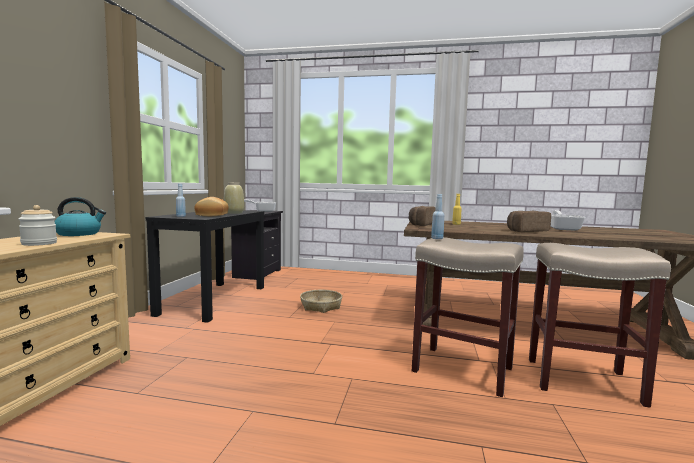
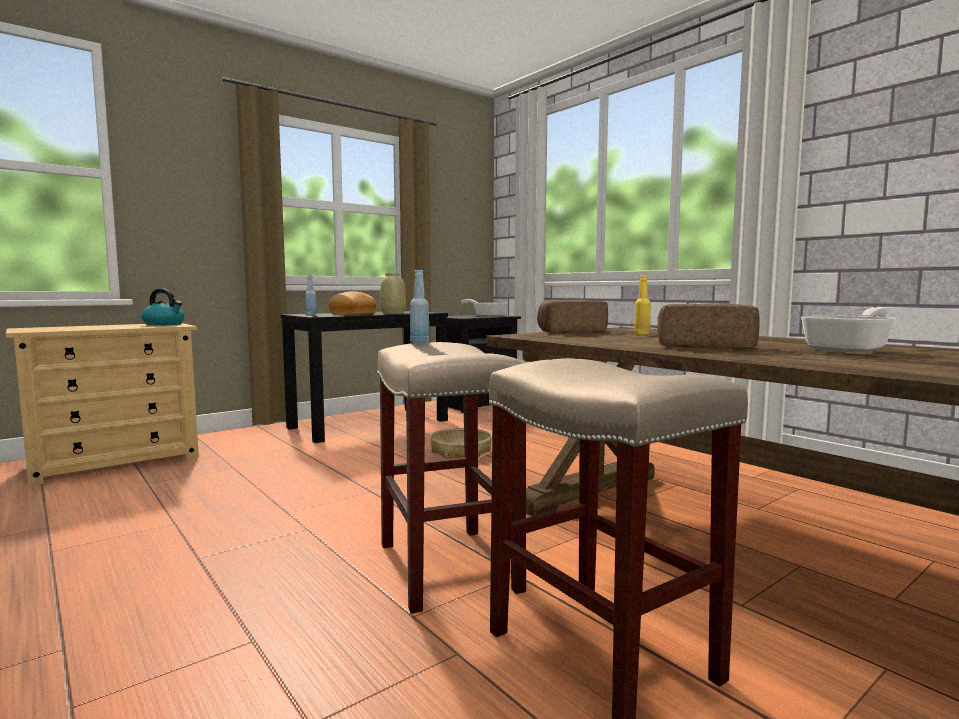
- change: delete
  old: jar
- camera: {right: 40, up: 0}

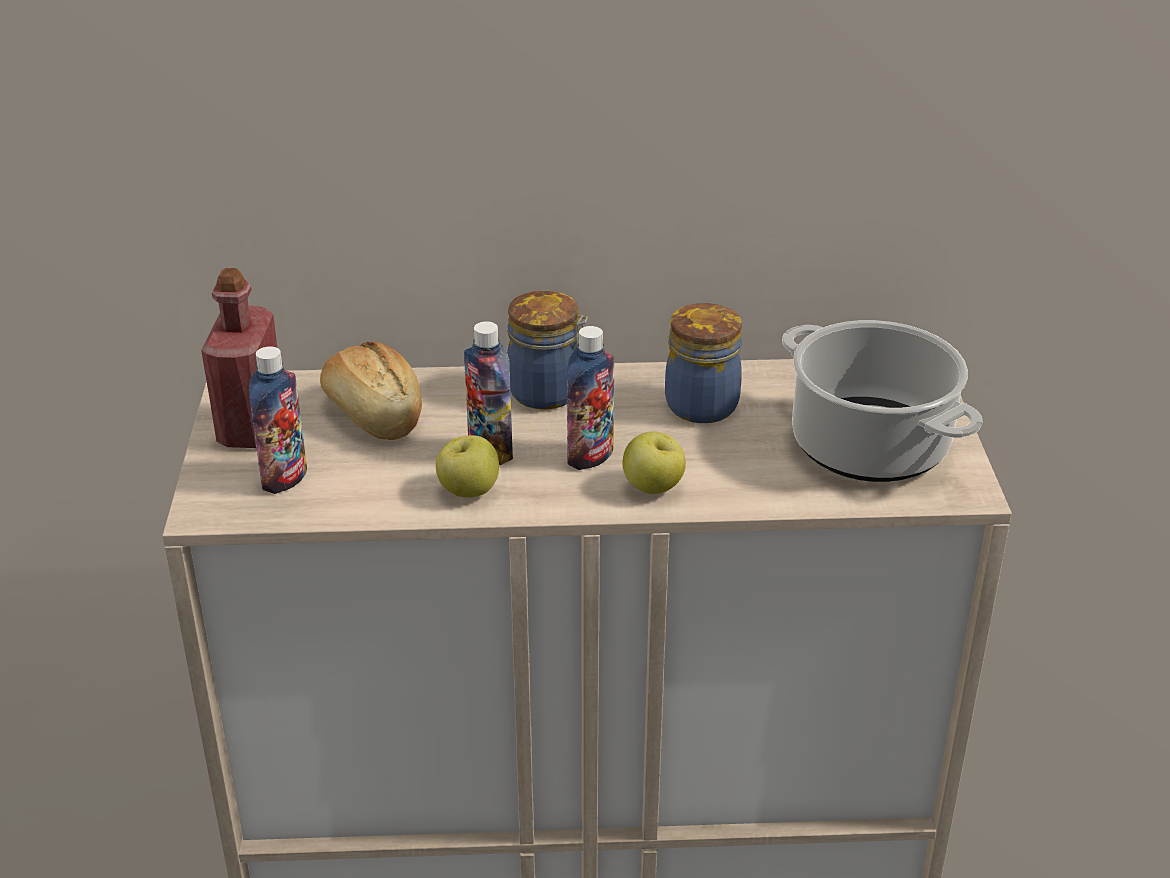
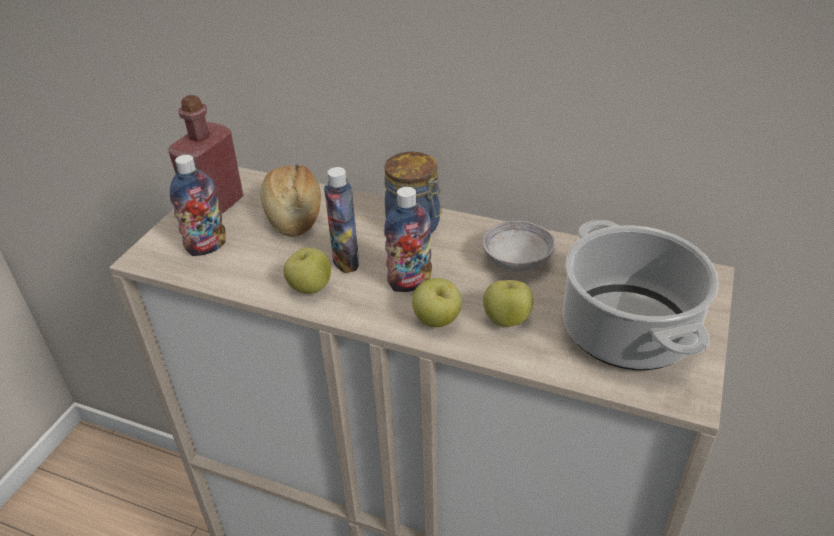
- change: replace
  old: jar (2nd from left)
  new: grey bowl
- change: insert
  new: apple (3rd from left)
- camera: {right: 25, up: 5}

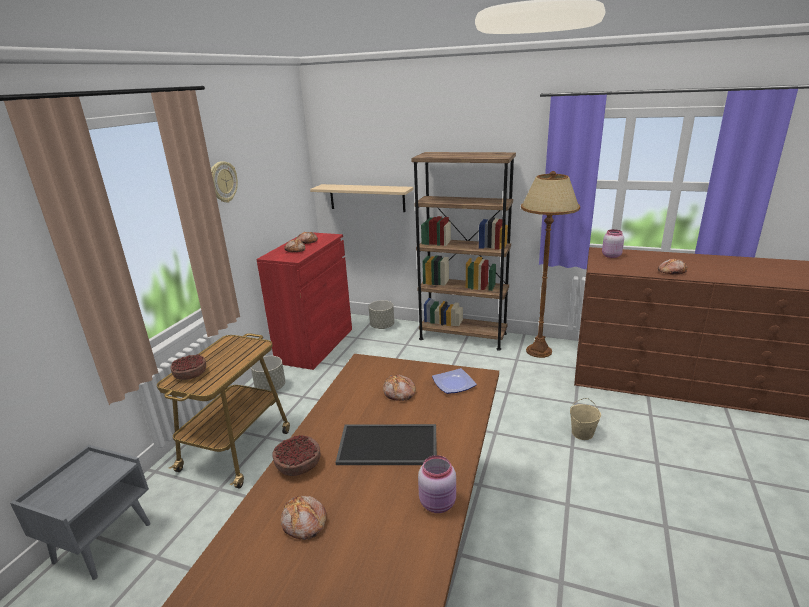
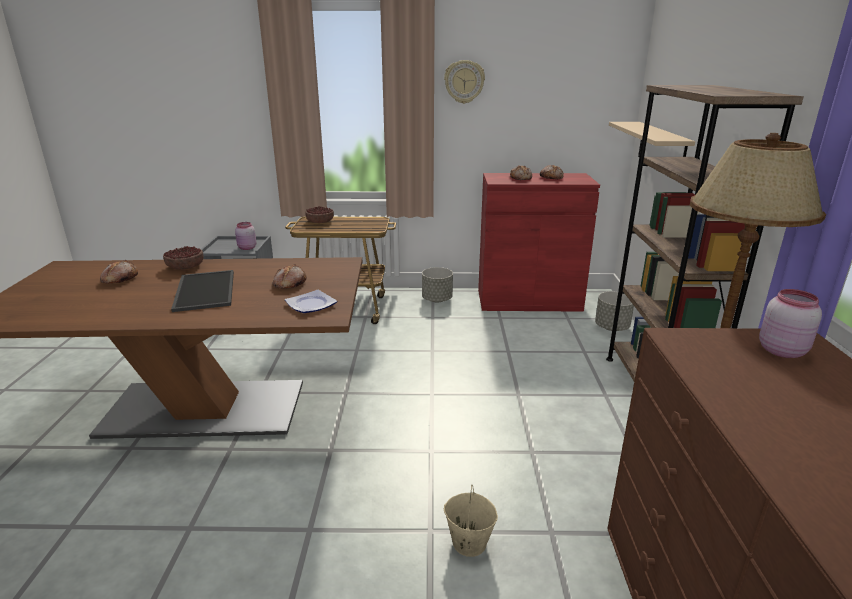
- change: move
  old: pink jar (1st from left)
- change: delete
  old: bread (5th from left)
- camera: {right: 70, up: 0}

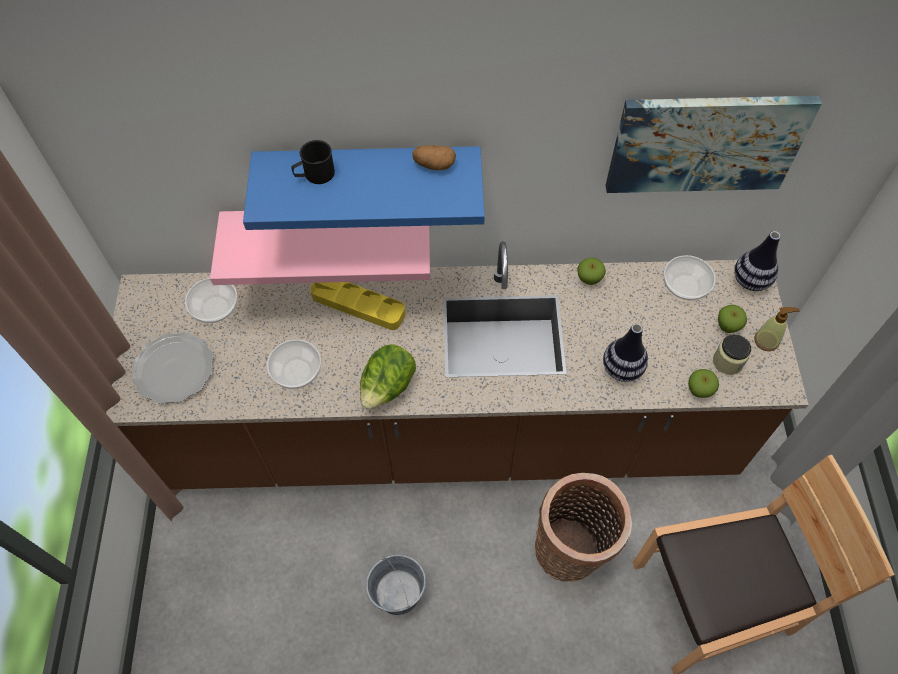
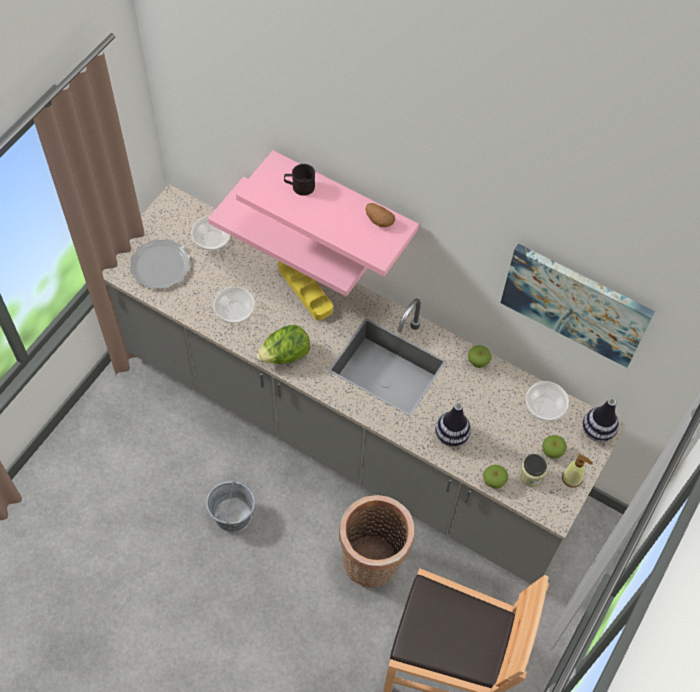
- change: recolor
  old: brown counter
  new: grey counter
- change: recolor
  old: blue shelf
  new: pink shelf (2nd from left)
- camera: {right: 30, up: 0}

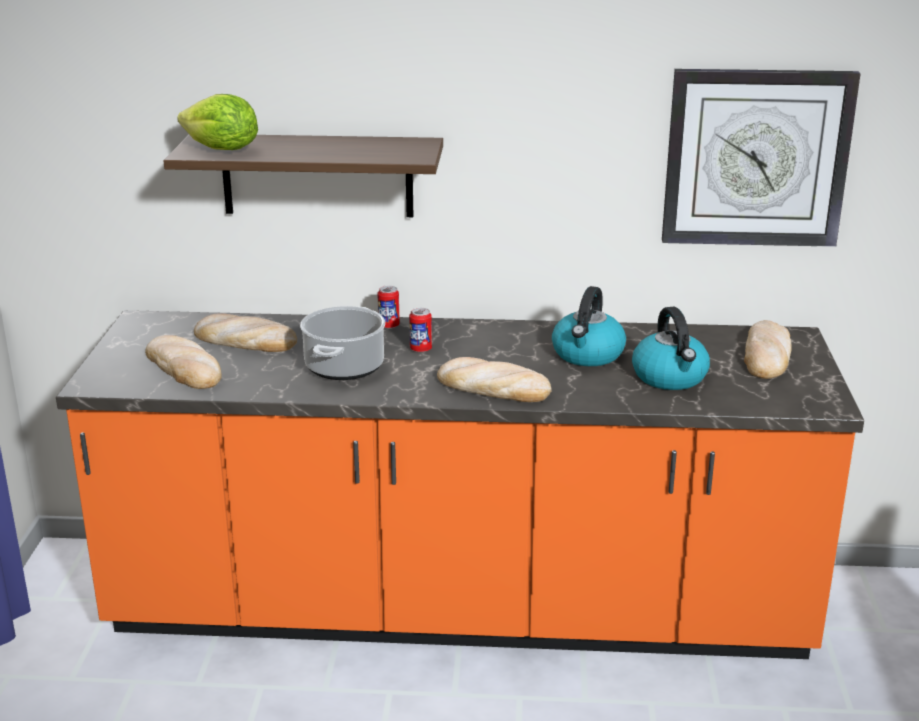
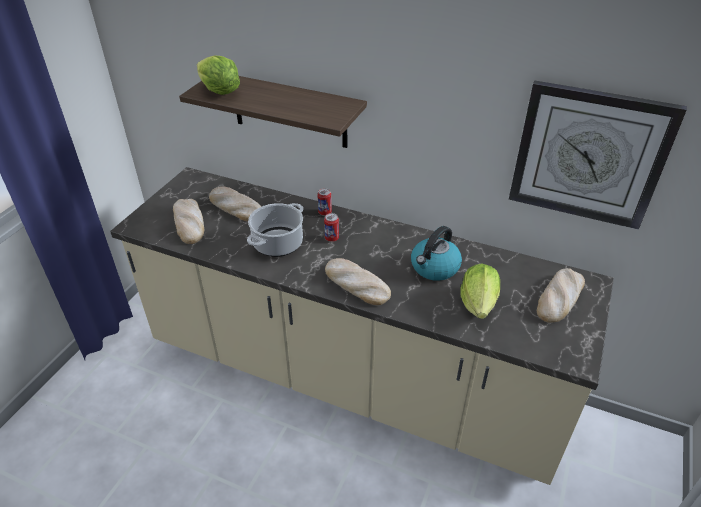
- change: recolor
  old: orange counter
  new: beige counter
- change: replace
  old: kettle (2nd from left)
  new: lettuce (2nd from left)
- camera: {right: 20, up: 15}

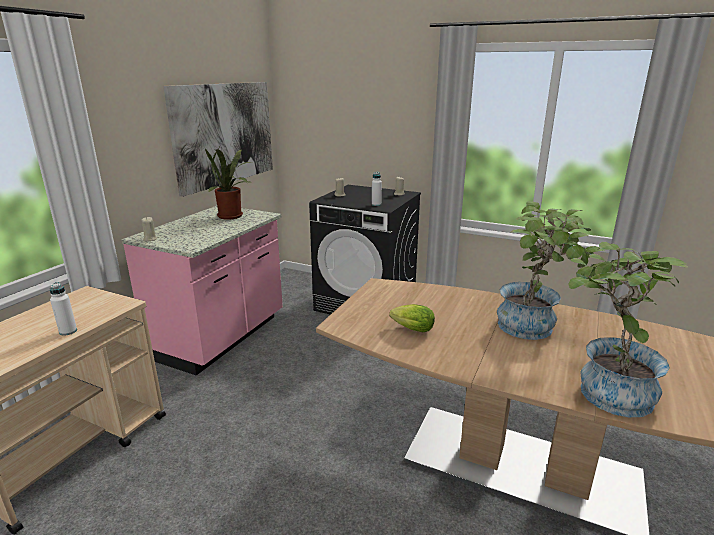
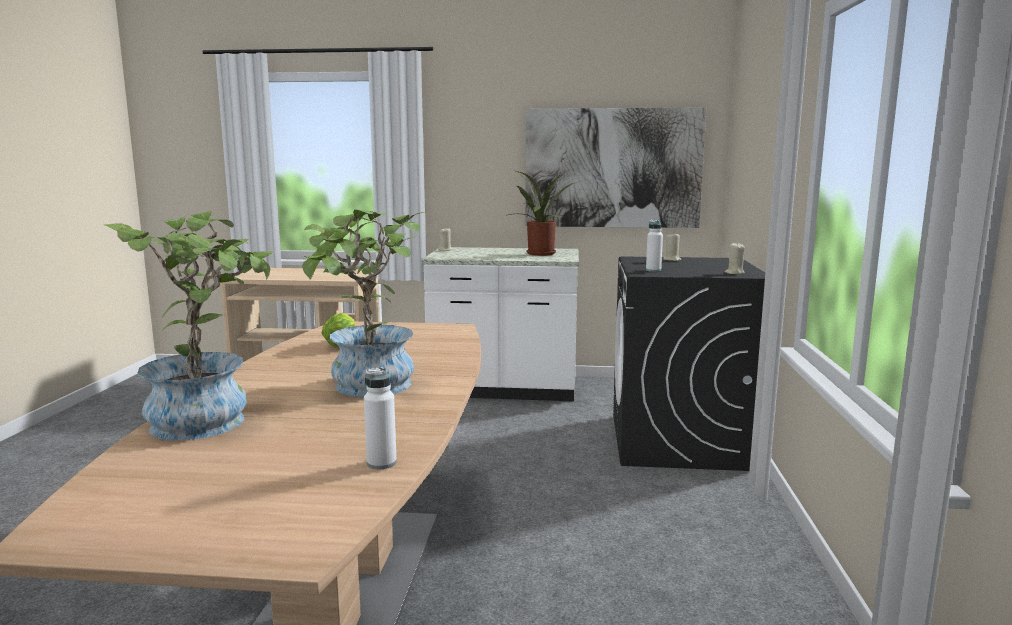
- change: move
  old: white bottle (1st from left)
- change: recolor
  old: pink counter
  new: white counter
- camera: {right: 70, up: -10}

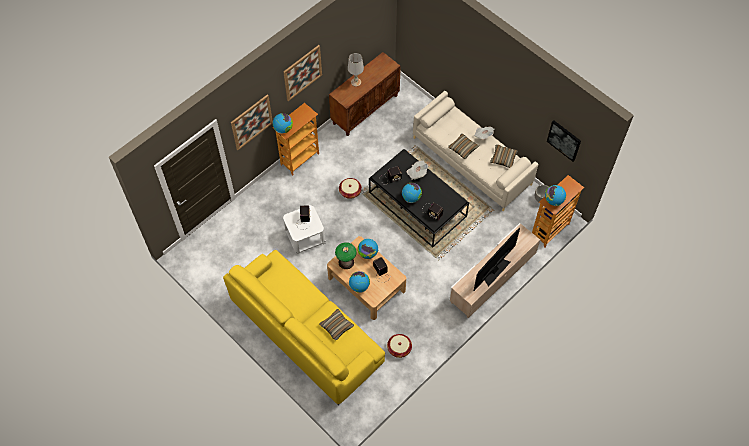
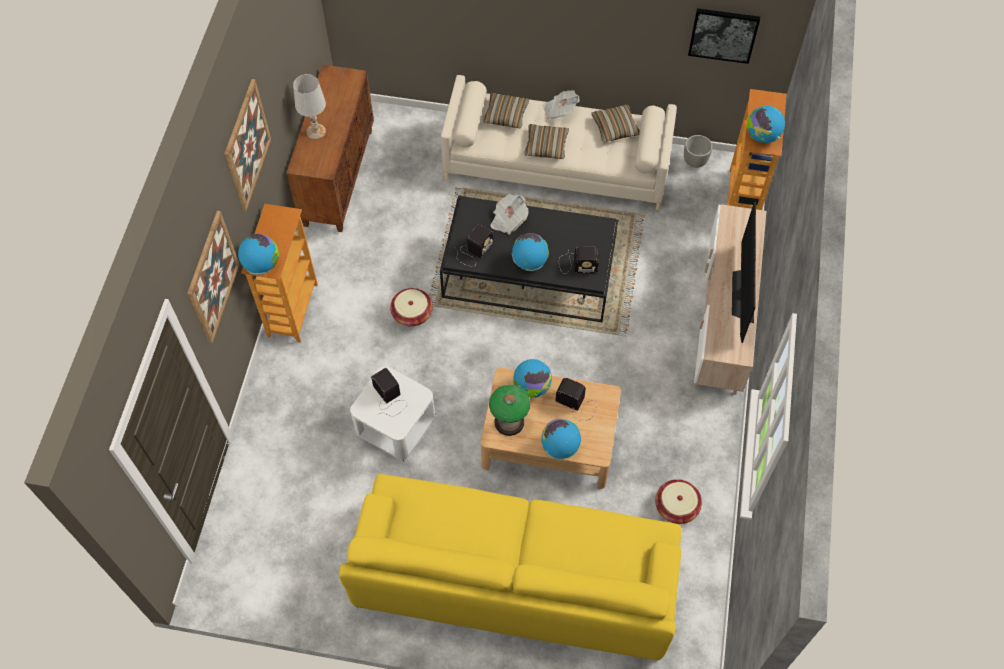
- change: move
  old: pillow (1st from left)
- camera: {right: -35, up: 0}

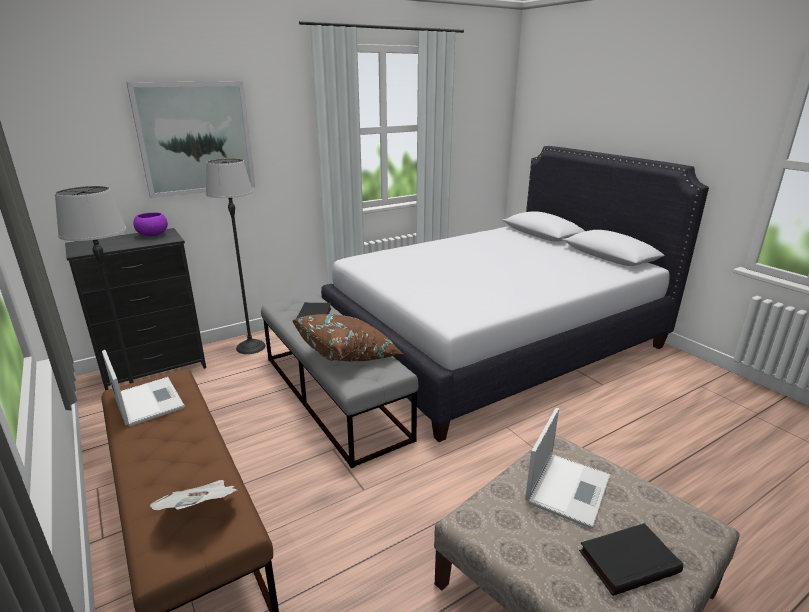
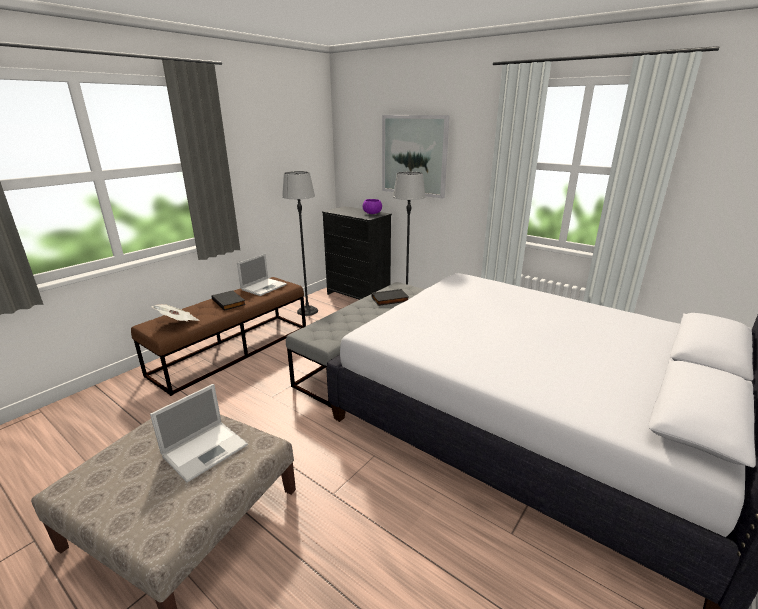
- change: rotate
  old: laptop (2nd from left in the first image)
  degrees: -60
- change: move
  old: black book (2nd from left in the first image)
  new: black book (1st from left)
- change: delete
  old: brown pillow
- camera: {right: 70, up: 0}

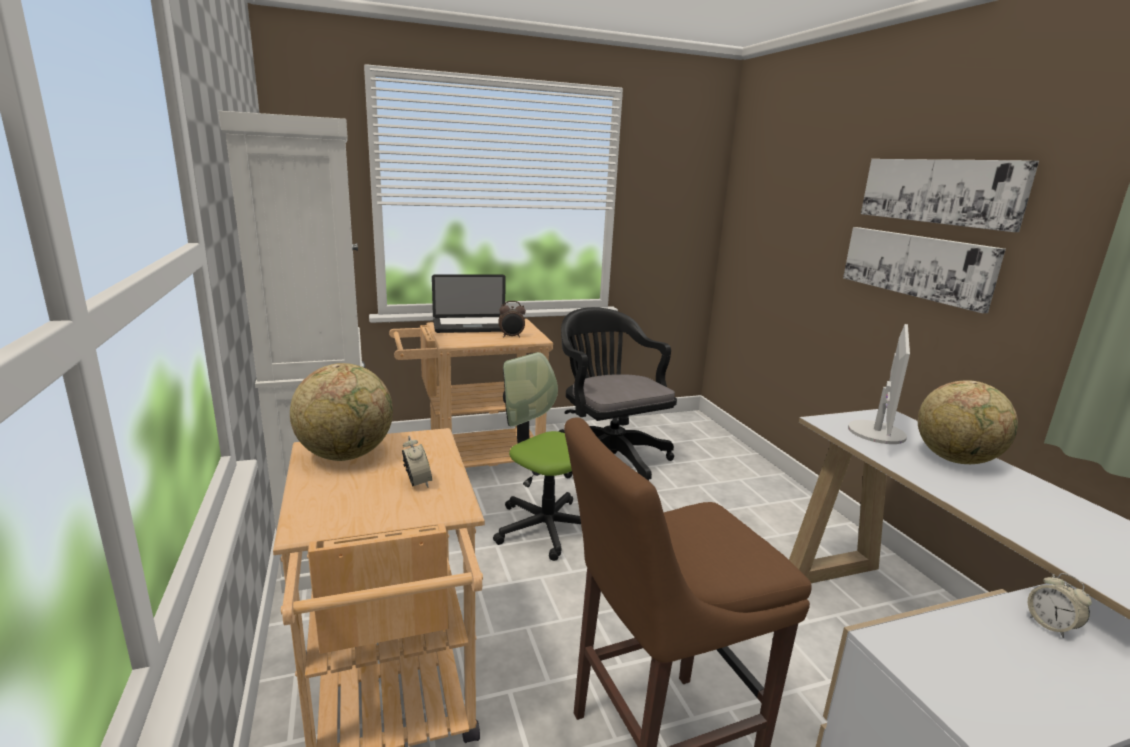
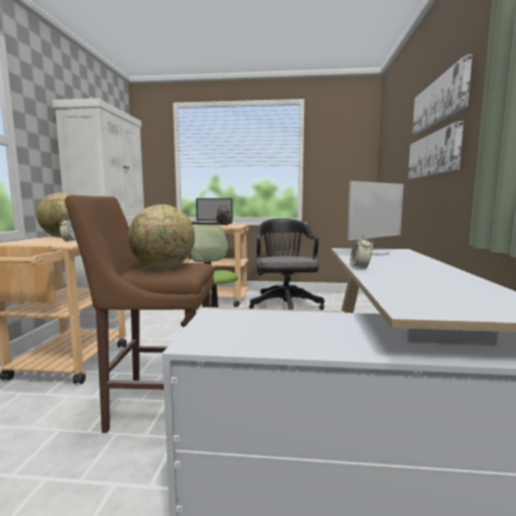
- change: move
  old: globe (2nd from left)
- change: move
  old: alarm clock (3rd from left)
- camera: {right: 25, up: -10}

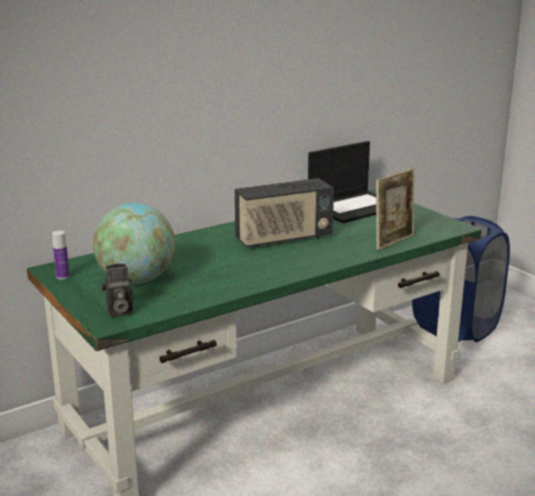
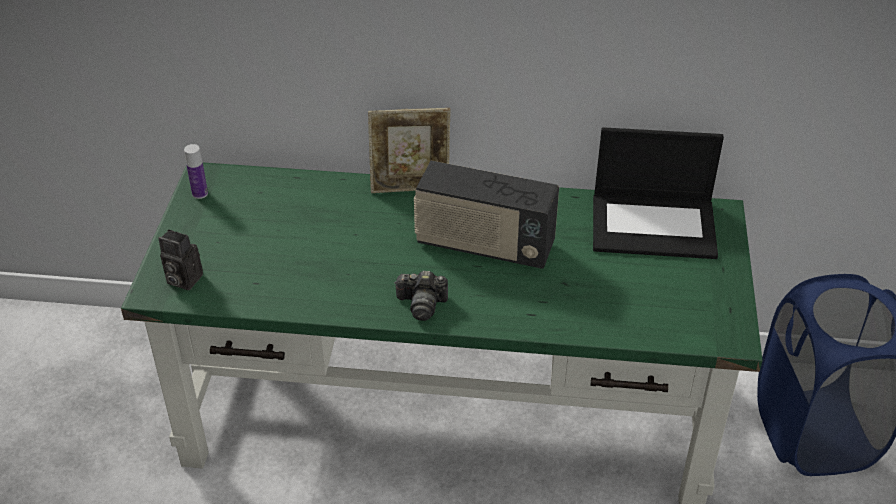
- change: move
  old: picture frame
- change: insert
  new: photo camera (2nd from left)
- change: delete
  old: globe
- camera: {right: 40, up: 20}

